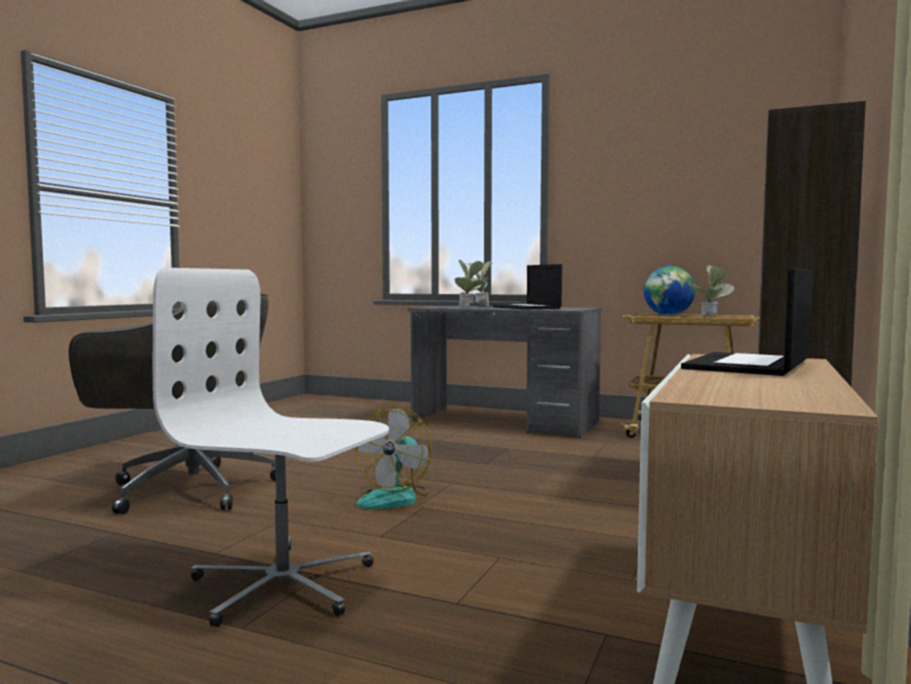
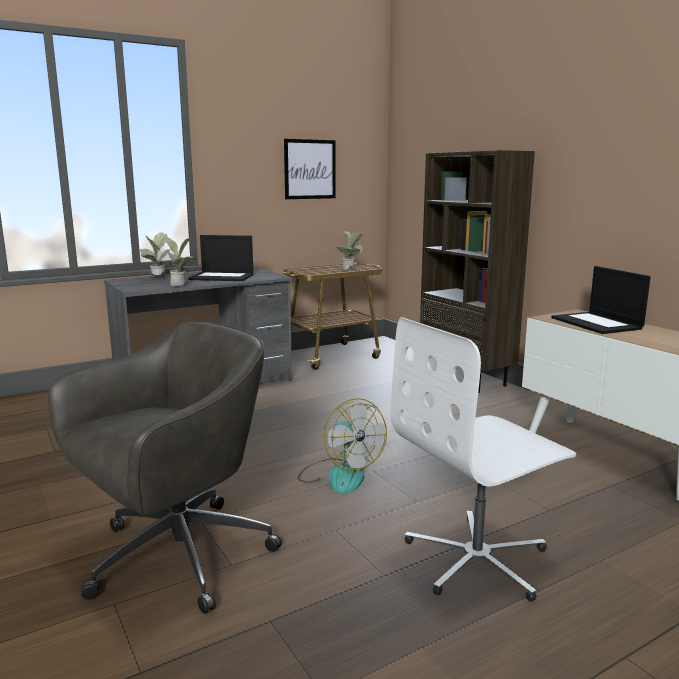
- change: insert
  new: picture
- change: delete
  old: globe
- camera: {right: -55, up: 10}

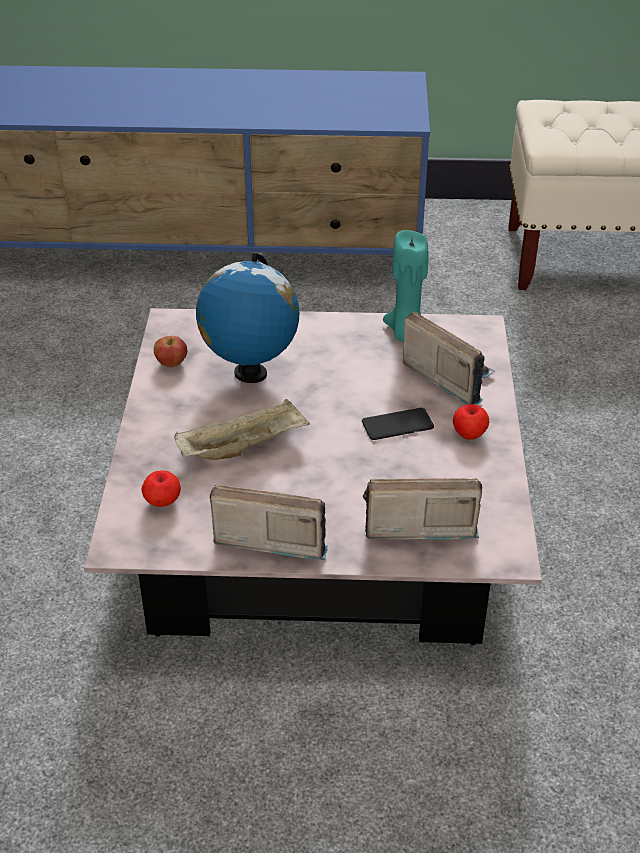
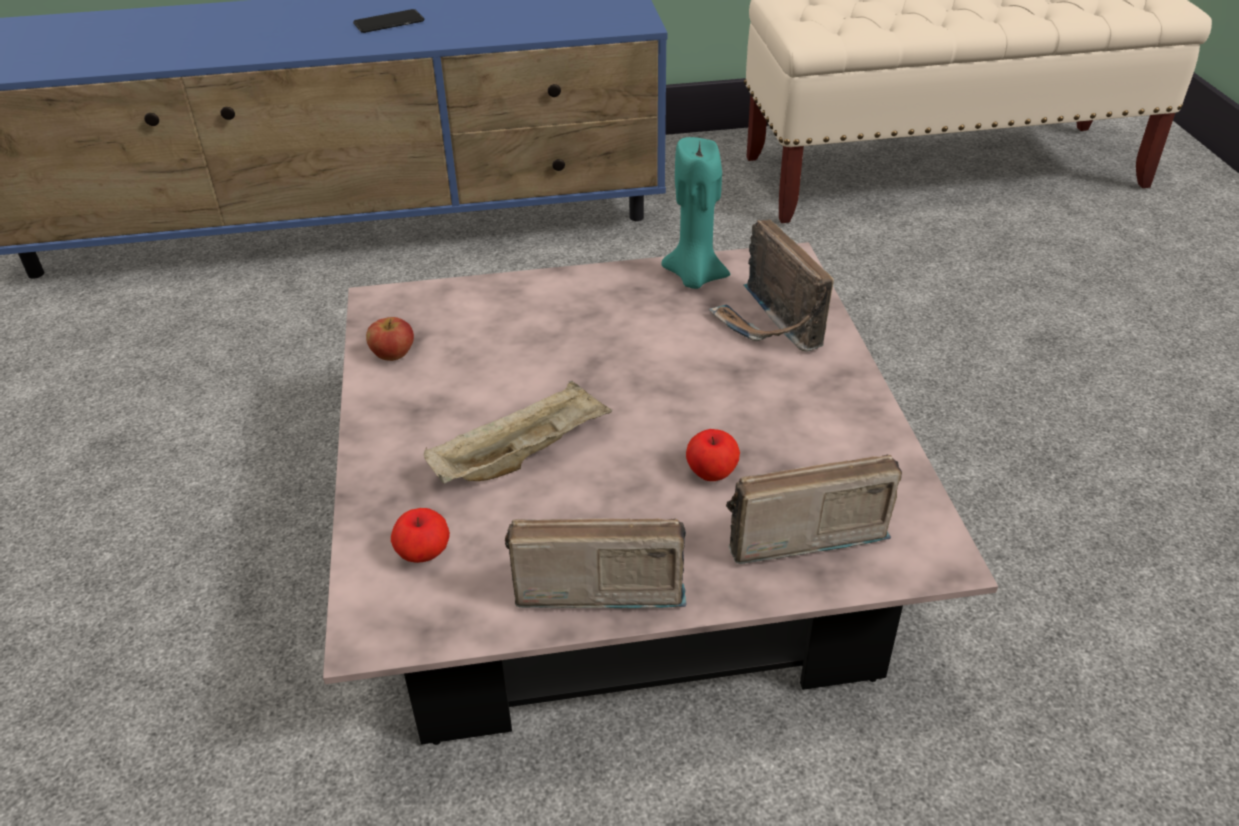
- change: move
  old: phone
- change: move
  old: apple (3rd from left)
- change: rotate
  old: radio (3rd from left in the first image)
  degrees: -150
- change: delete
  old: globe
- camera: {right: -10, up: 0}

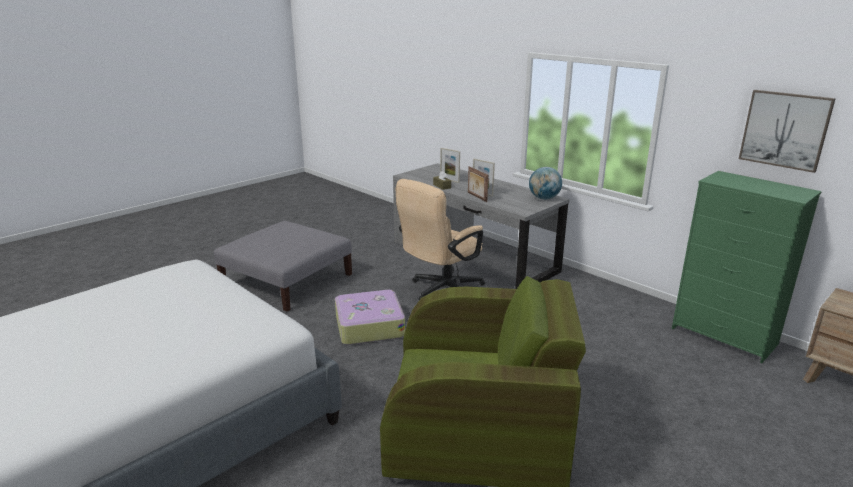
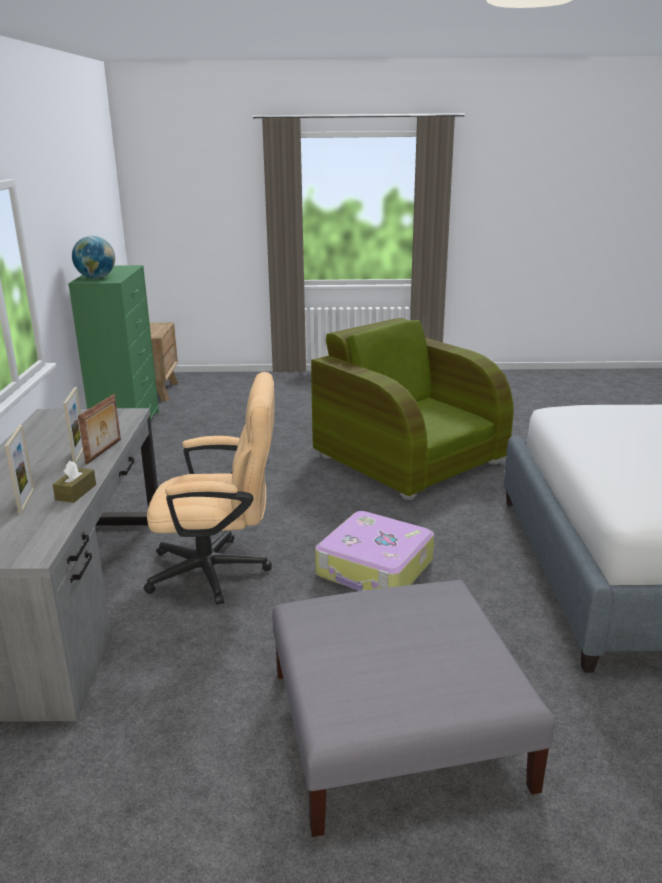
- change: move
  old: globe
- change: delete
  old: picture
- camera: {right: -135, up: 0}

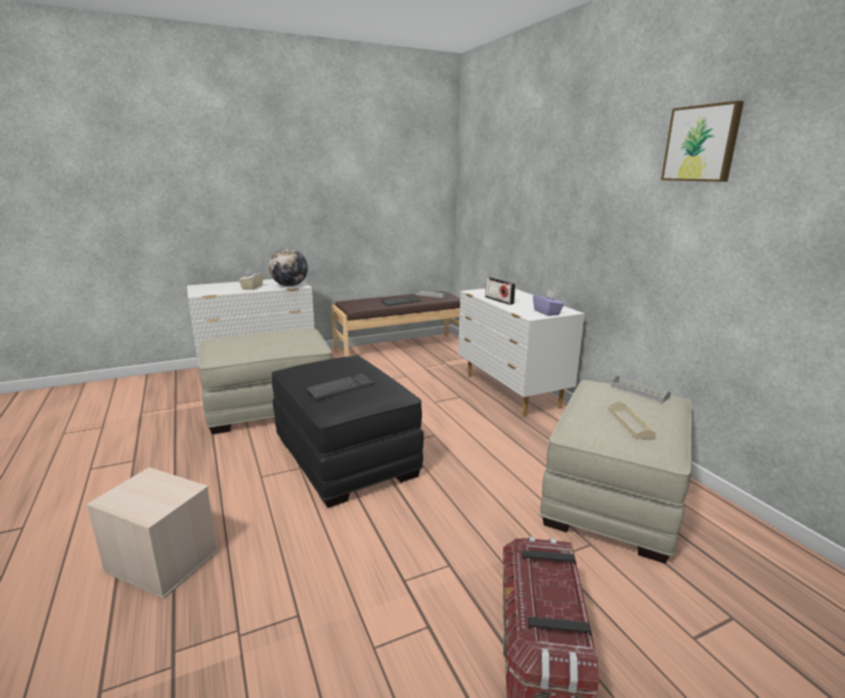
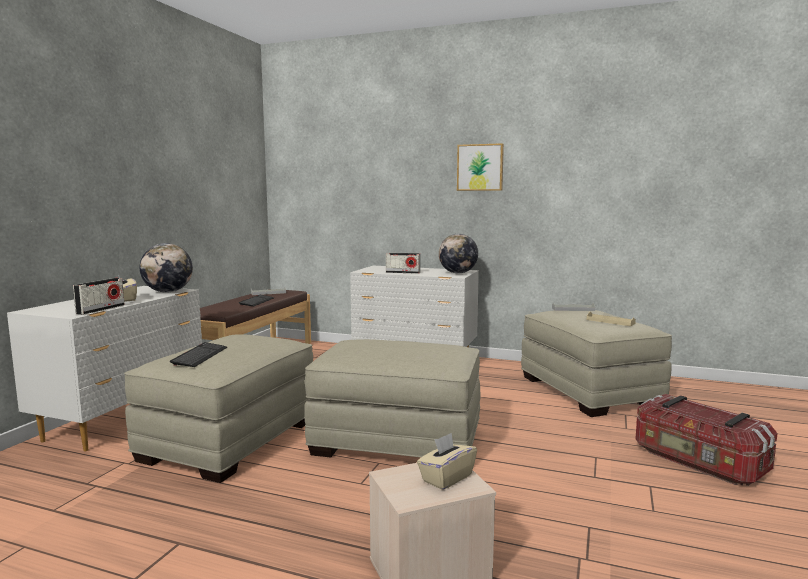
- change: insert
  new: radio (1st from left)
- change: move
  old: keyboard (1st from left)
- change: recolor
  old: black ottoman
  new: beige ottoman (2nd from left)
- change: insert
  new: beige tissue box (2nd from left)
- change: replace
  old: purple tissue box
  new: globe (2nd from left)
- change: move
  old: picture
- camera: {right: -45, up: -10}

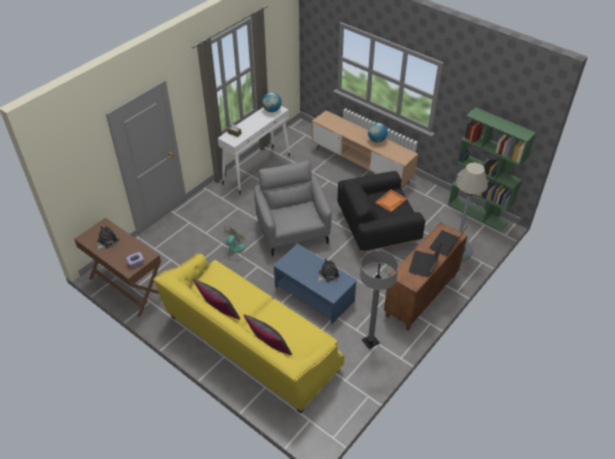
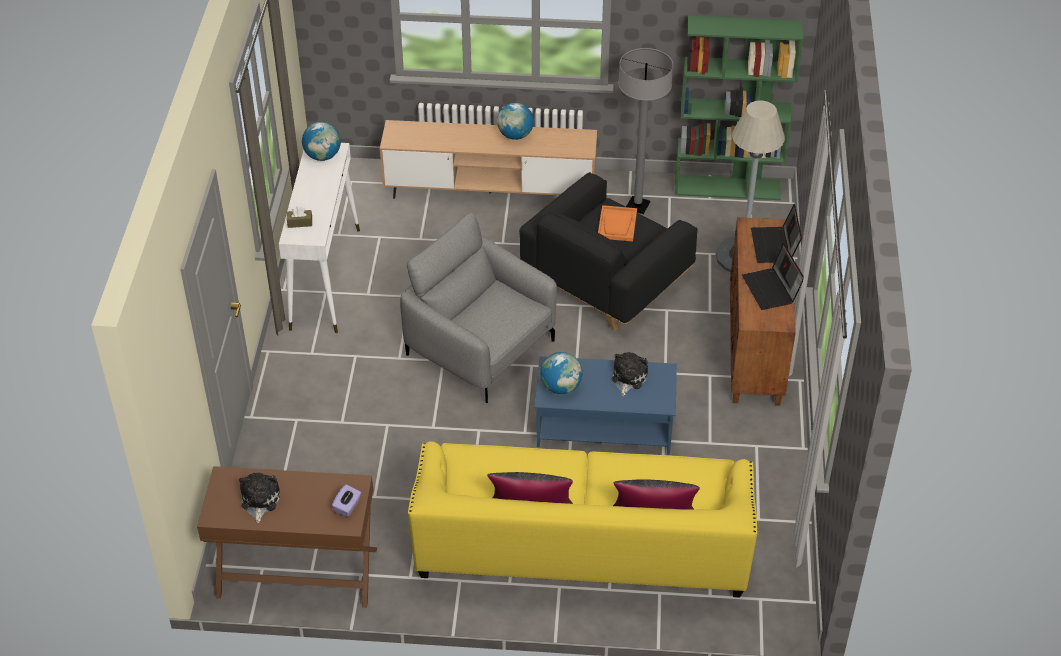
- change: insert
  new: globe (3rd from left)
- change: move
  old: grey floor lamp (1st from left)
- change: delete
  old: fan
- camera: {right: -35, up: 0}

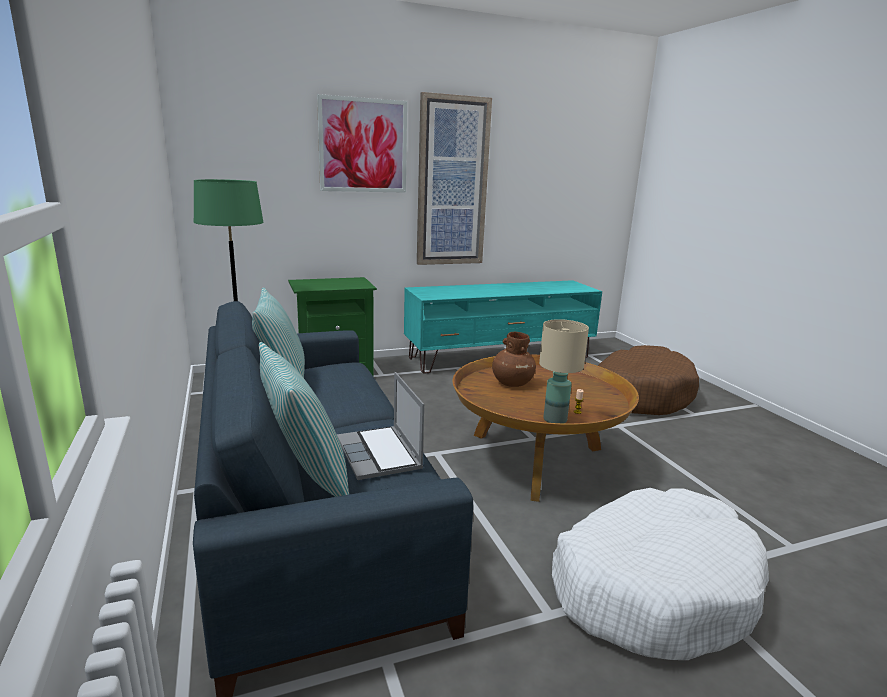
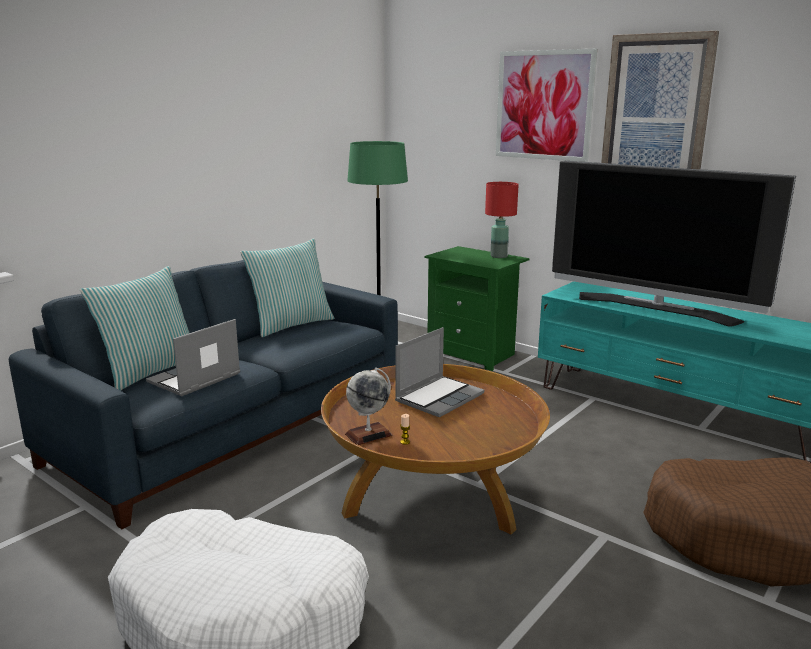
- change: replace
  old: beige table lamp
  new: globe
- change: replace
  old: brown vase
  new: laptop (2nd from left)
- change: insert
  new: red table lamp
- change: insert
  new: television
- camera: {right: 60, up: 0}

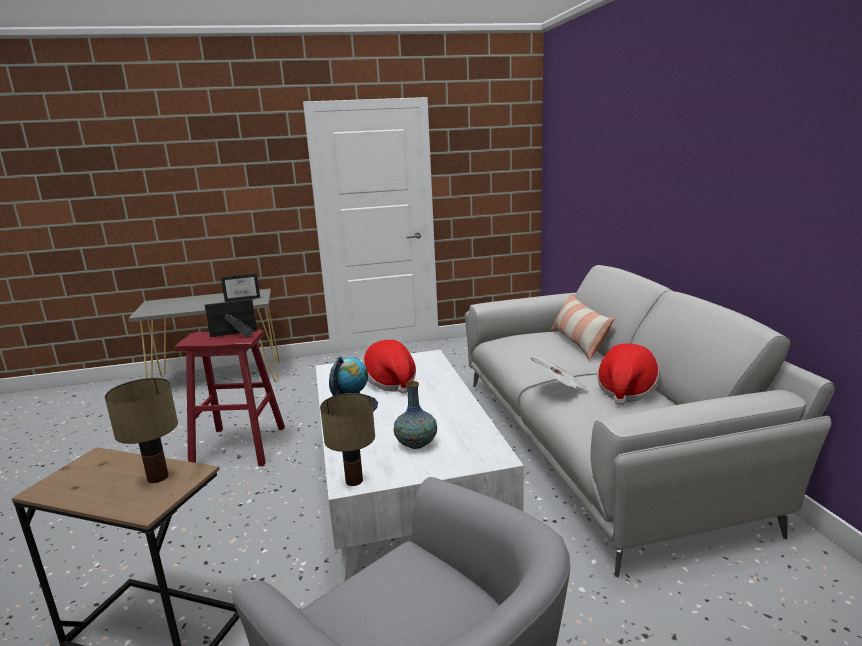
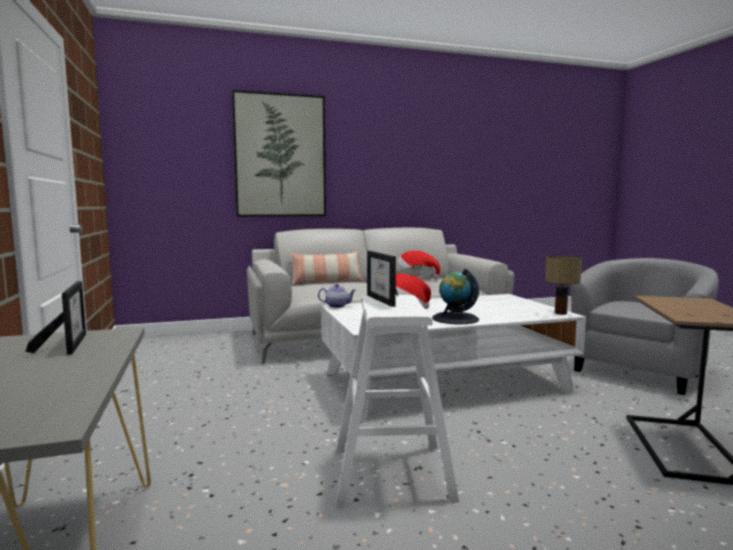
- change: insert
  new: picture
- change: insert
  new: teapot
- change: recolor
  old: red stool
  new: white stool
- change: delete
  old: table lamp (1st from left)
- change: delete
  old: vase
- camera: {right: -95, up: -10}

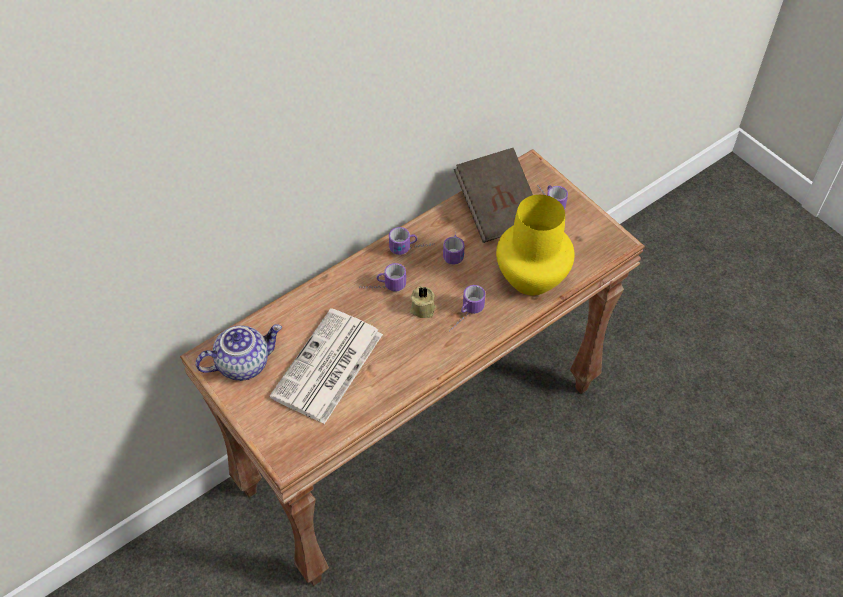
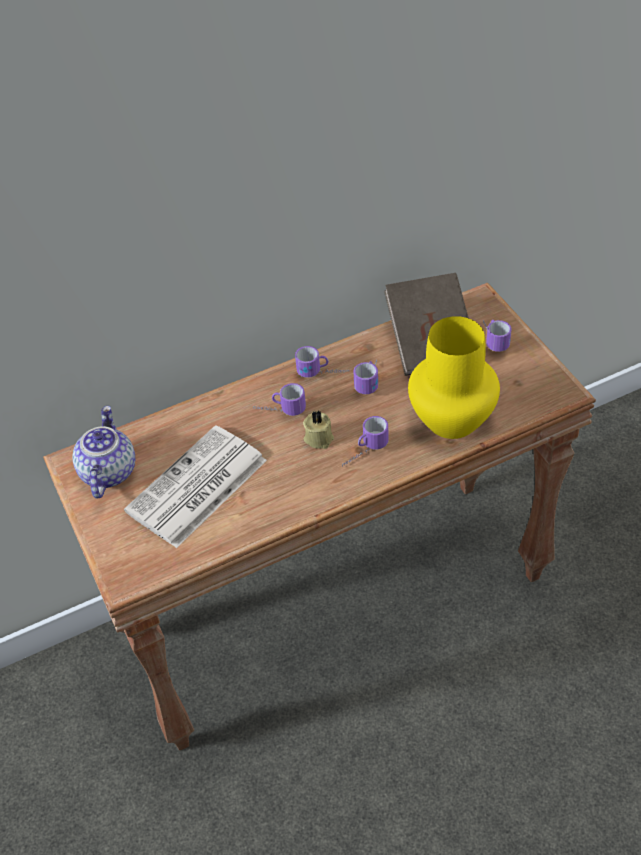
- change: rotate
  old: teapot
  degrees: -75
- camera: {right: 15, up: -5}

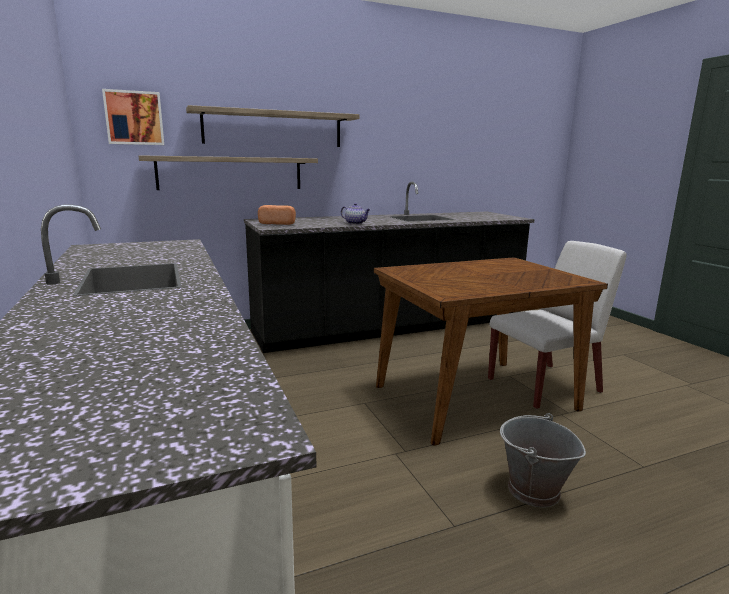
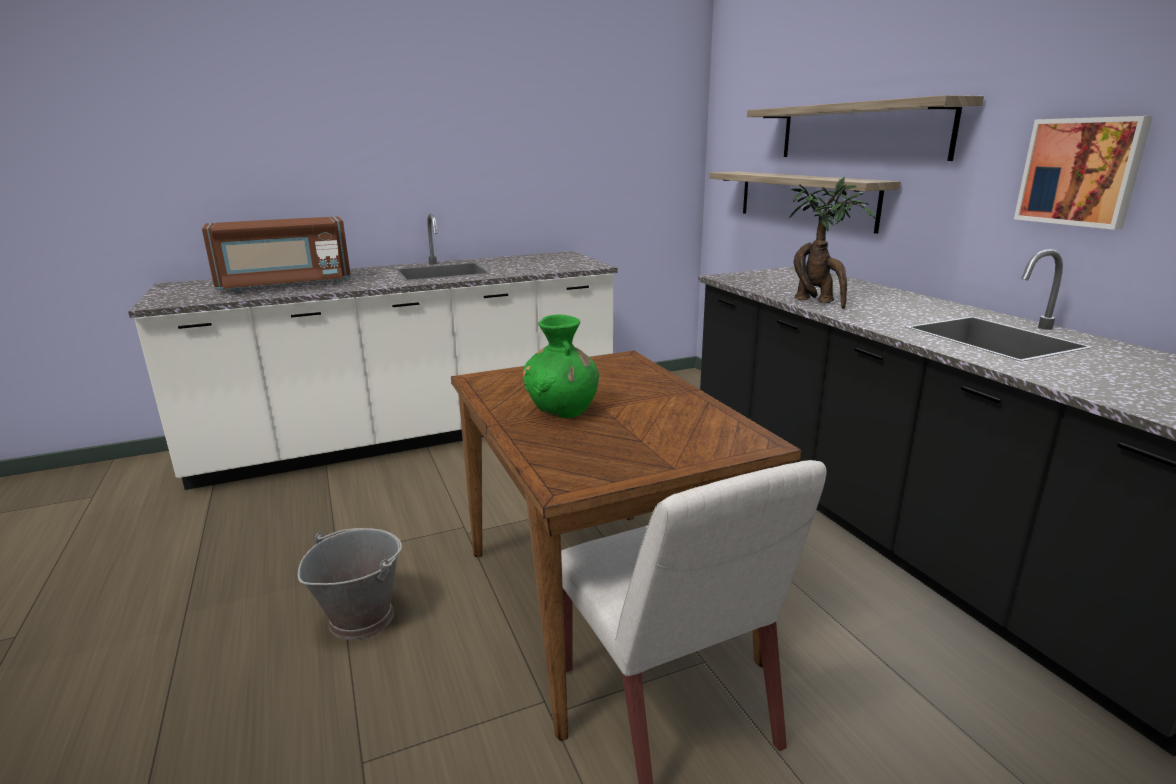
- change: insert
  new: brown microwave
- change: insert
  new: green vase
- change: replace
  old: teapot
  new: potted plant
- change: move
  old: picture
- change: delete
  old: bread
- camera: {right: 90, up: 5}

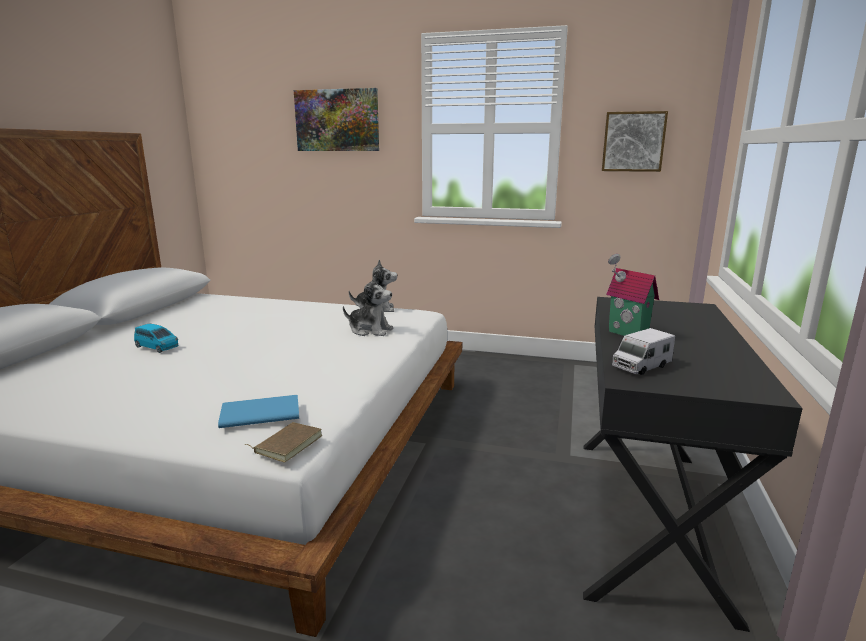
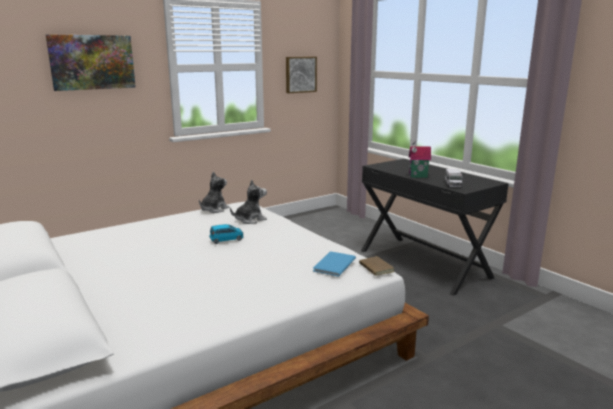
- change: move
  old: blue toy car
- camera: {right: -50, up: 0}

